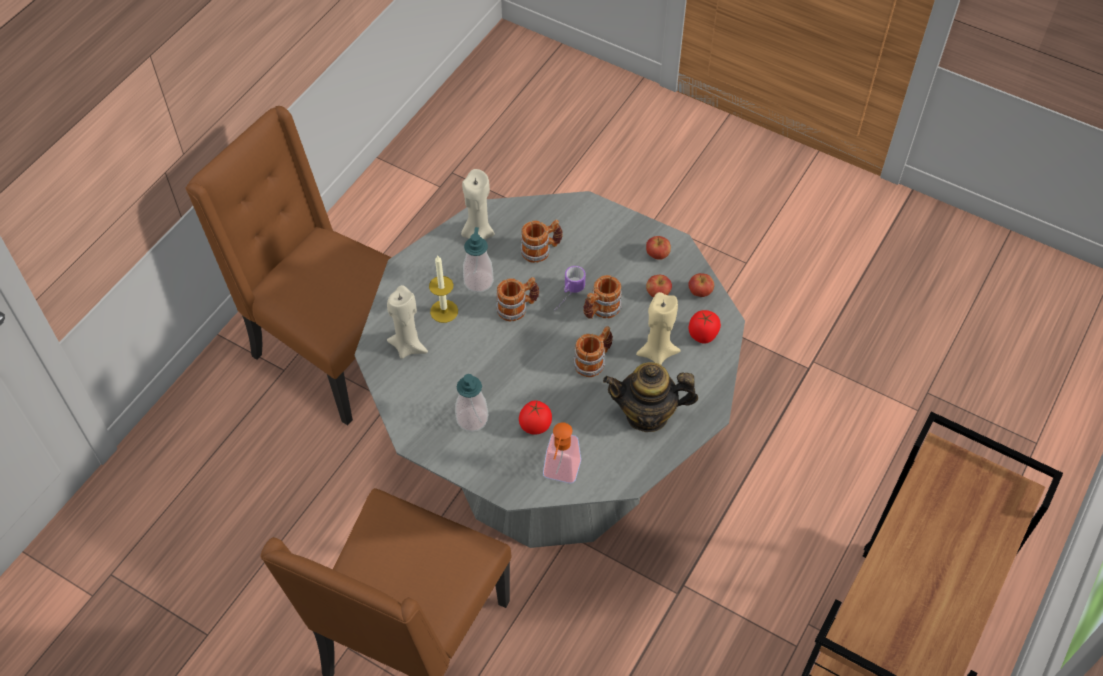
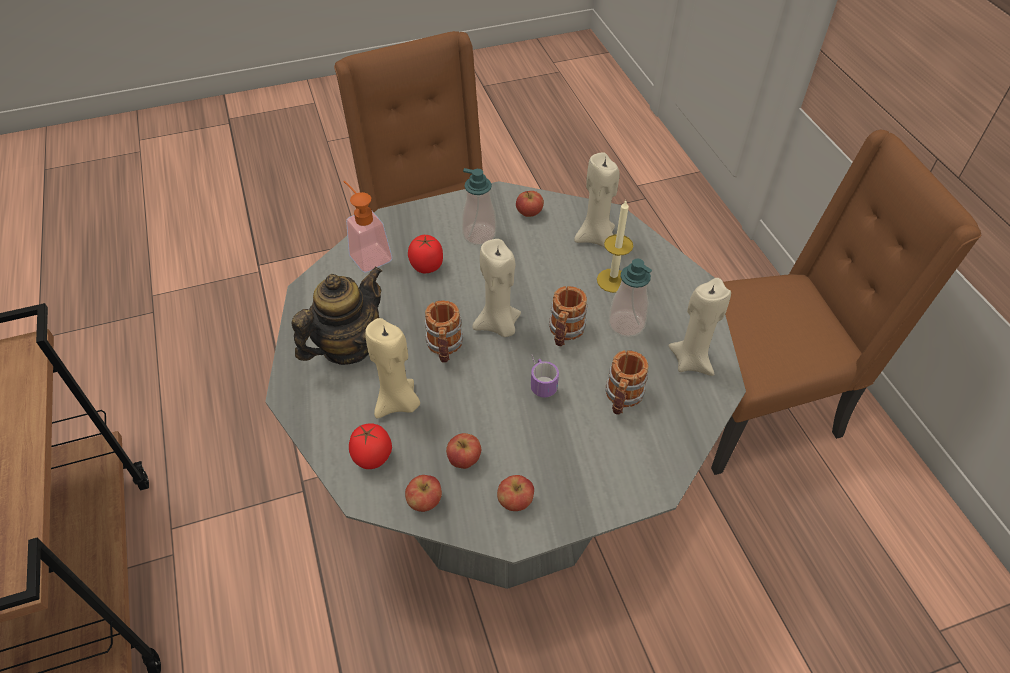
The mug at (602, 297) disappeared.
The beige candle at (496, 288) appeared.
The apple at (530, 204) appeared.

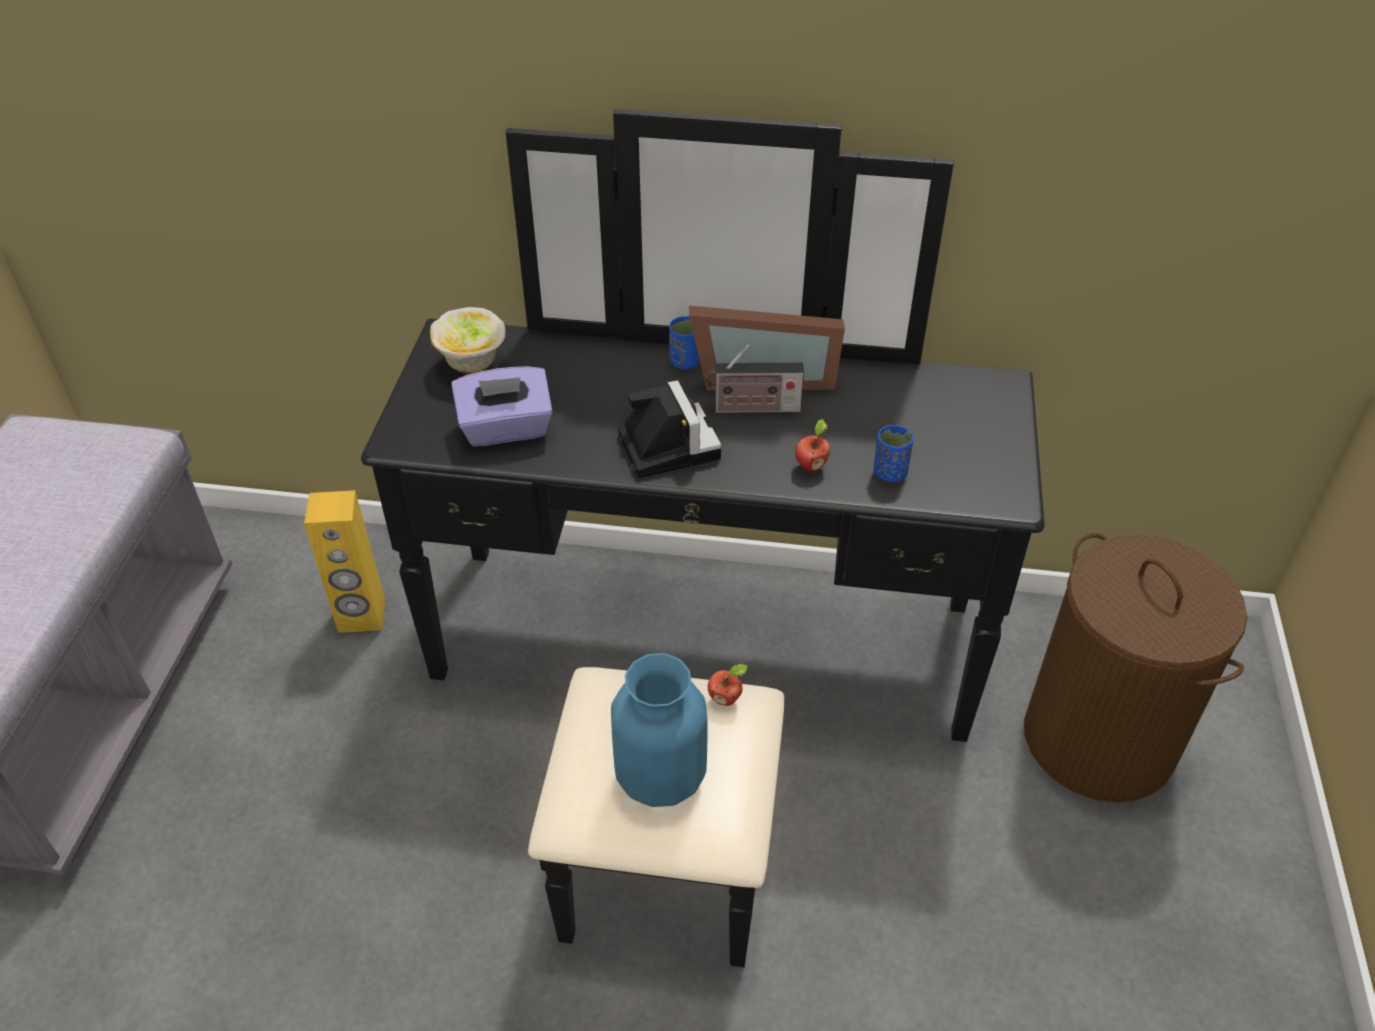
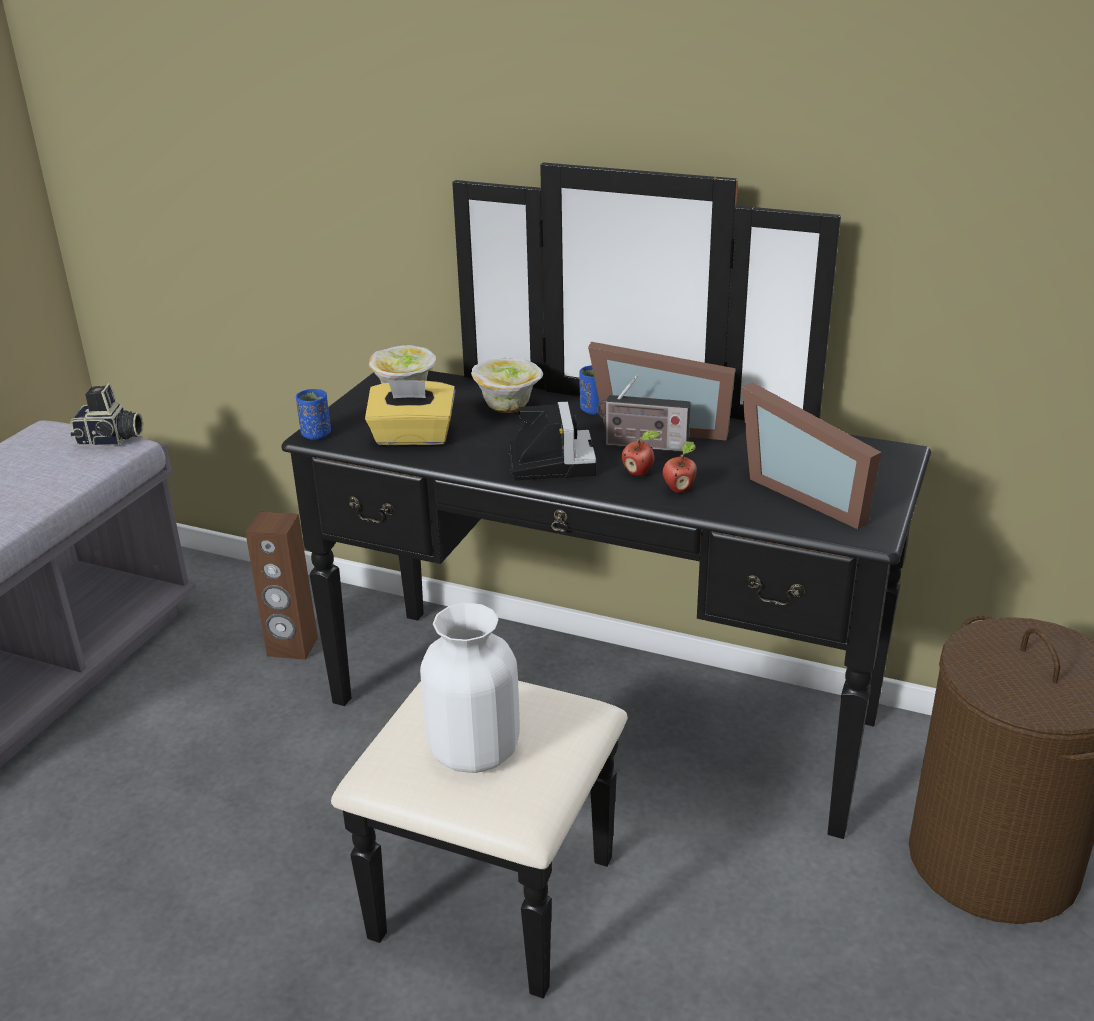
The yellow speaker at (345, 561) became the brown speaker at (281, 585).
The purple tissue box at (502, 406) became the yellow tissue box at (410, 412).
The blue vase at (659, 730) became the white vase at (470, 688).
The apple moved from (728, 685) to (641, 453).
The blue cup moved from (894, 453) to (313, 414).
The photo camera at (106, 414) appeared.
The bowl at (507, 385) appeared.
The picture frame at (811, 455) appeared.

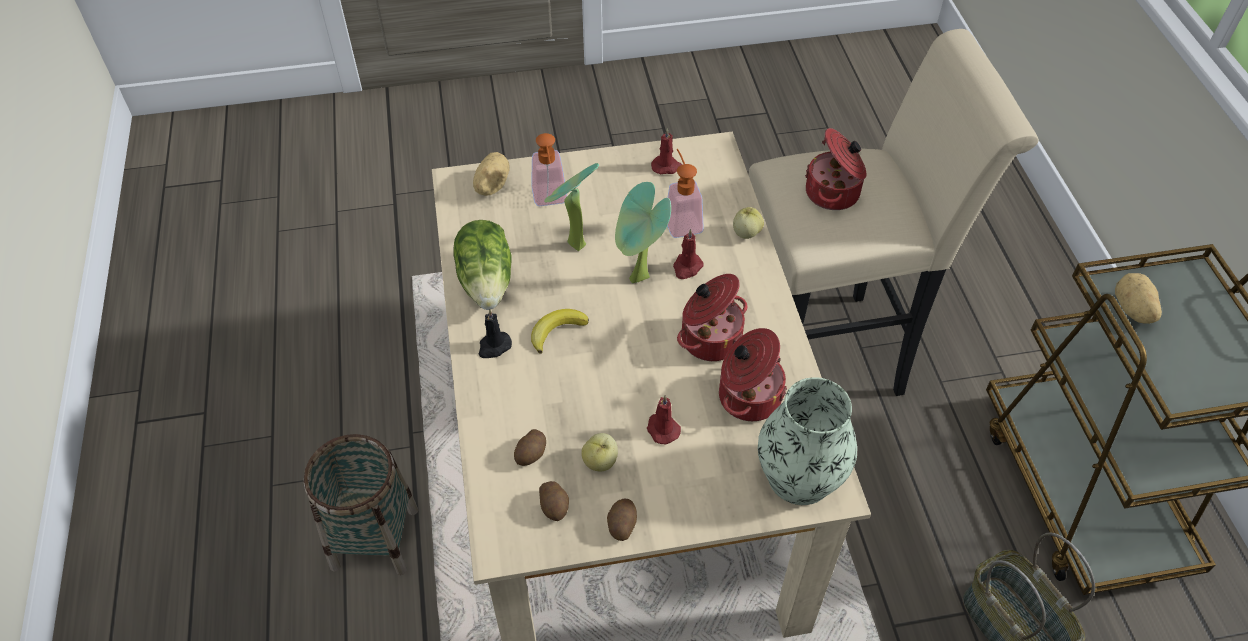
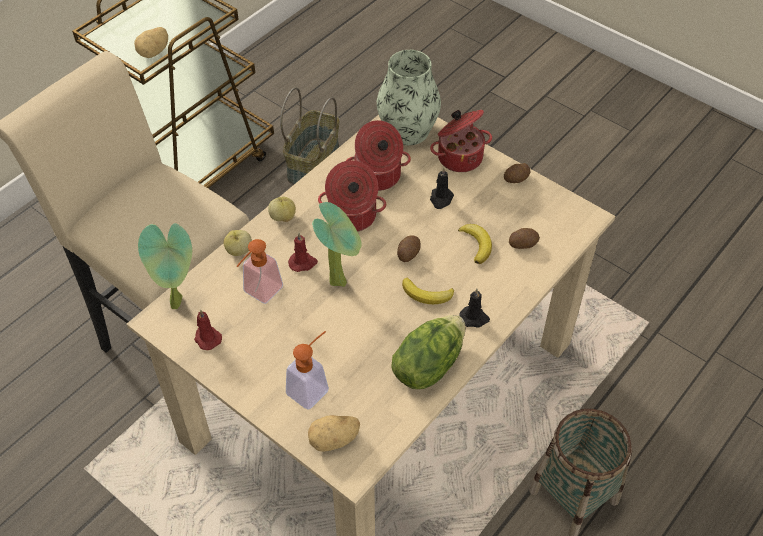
The potato moved from (554, 501) to (409, 249).
The potted plant moved from (571, 207) to (165, 266).
The apple moved from (599, 452) to (282, 209).
The red candle at (664, 419) became the black candle at (442, 188).
The cooking pot moved from (836, 169) to (461, 141).
The banana at (475, 244) appeared.

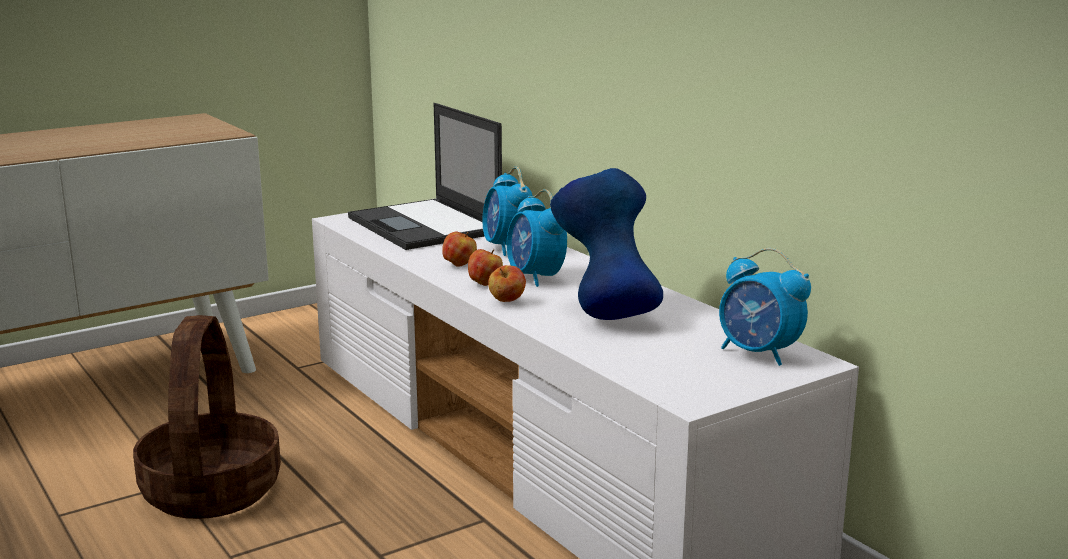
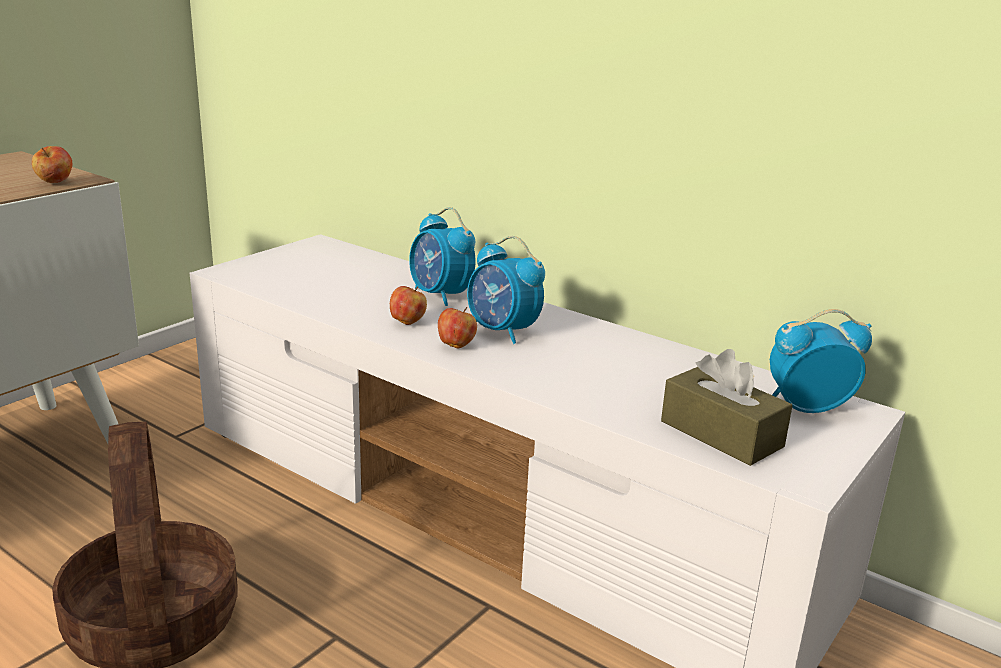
The laptop at (425, 176) disappeared.
The apple moved from (507, 283) to (52, 164).
The blue vase at (606, 244) disappeared.
The alarm clock at (765, 307) turned 150 degrees clockwise.
The brown tissue box at (727, 407) appeared.

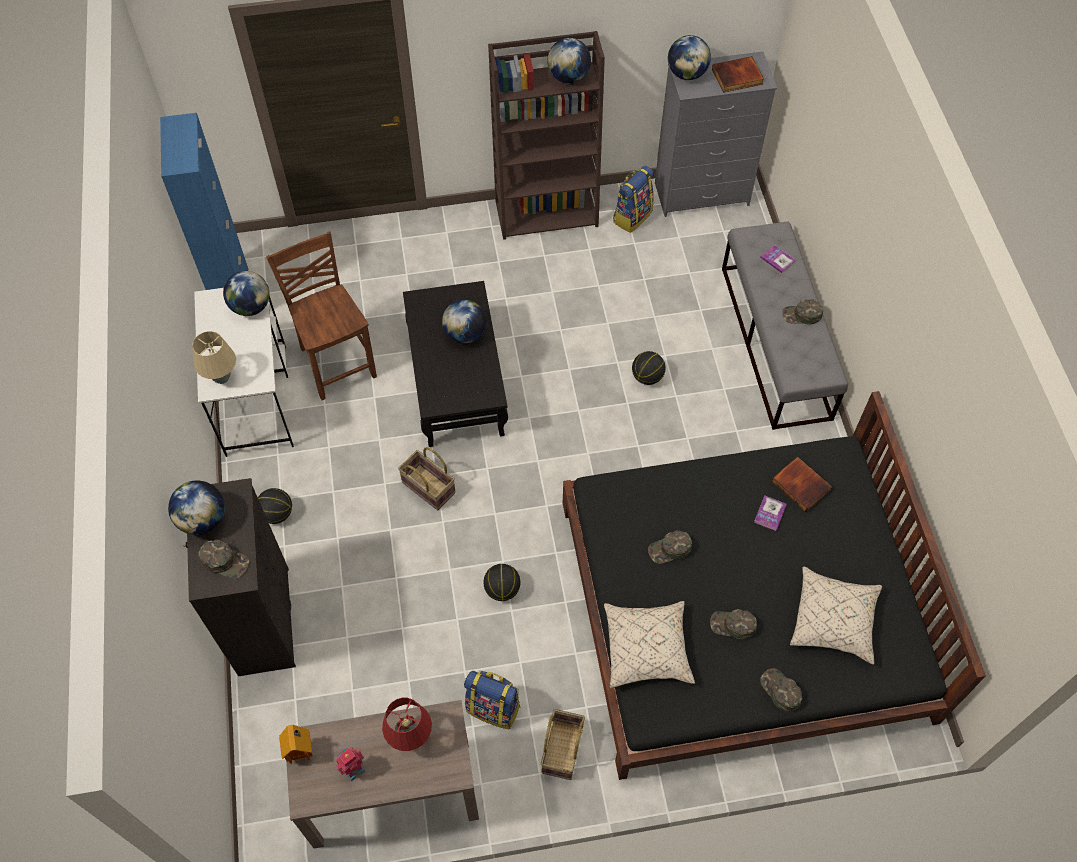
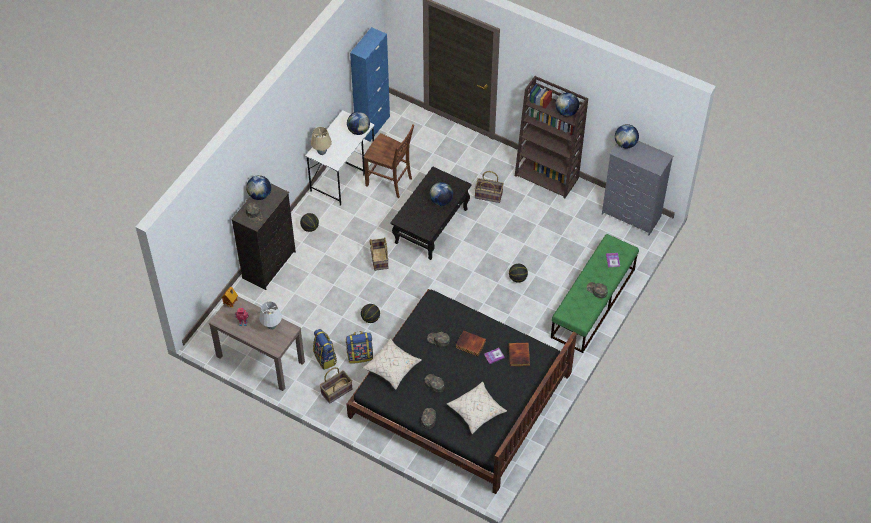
The brown chair at (321, 316) turned 105 degrees clockwise.
The red table lamp at (407, 724) became the white table lamp at (270, 315).
The backpack moved from (633, 199) to (359, 347).
The book moved from (738, 74) to (471, 343).
The grey bench at (785, 326) became the green bench at (595, 293).
The basket at (489, 187) appeared.

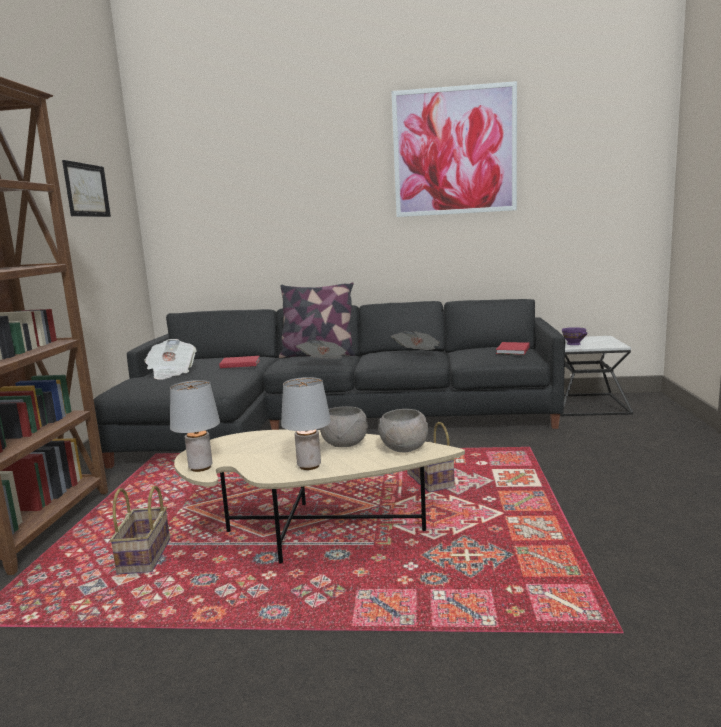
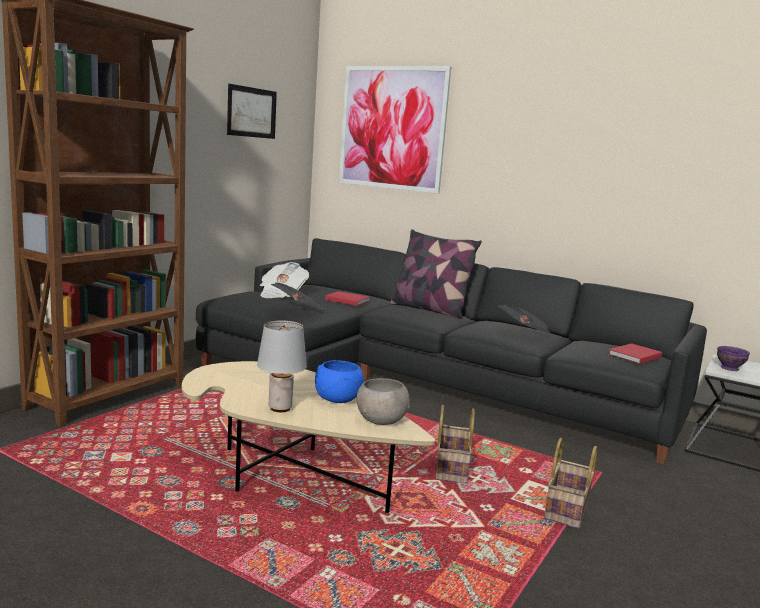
The basket moved from (140, 530) to (570, 483).
The grey table lamp at (195, 426) disappeared.
The newspaper moved from (321, 349) to (298, 296).
The grey bowl at (344, 426) became the blue bowl at (339, 381).
The picture moved from (454, 149) to (395, 130).

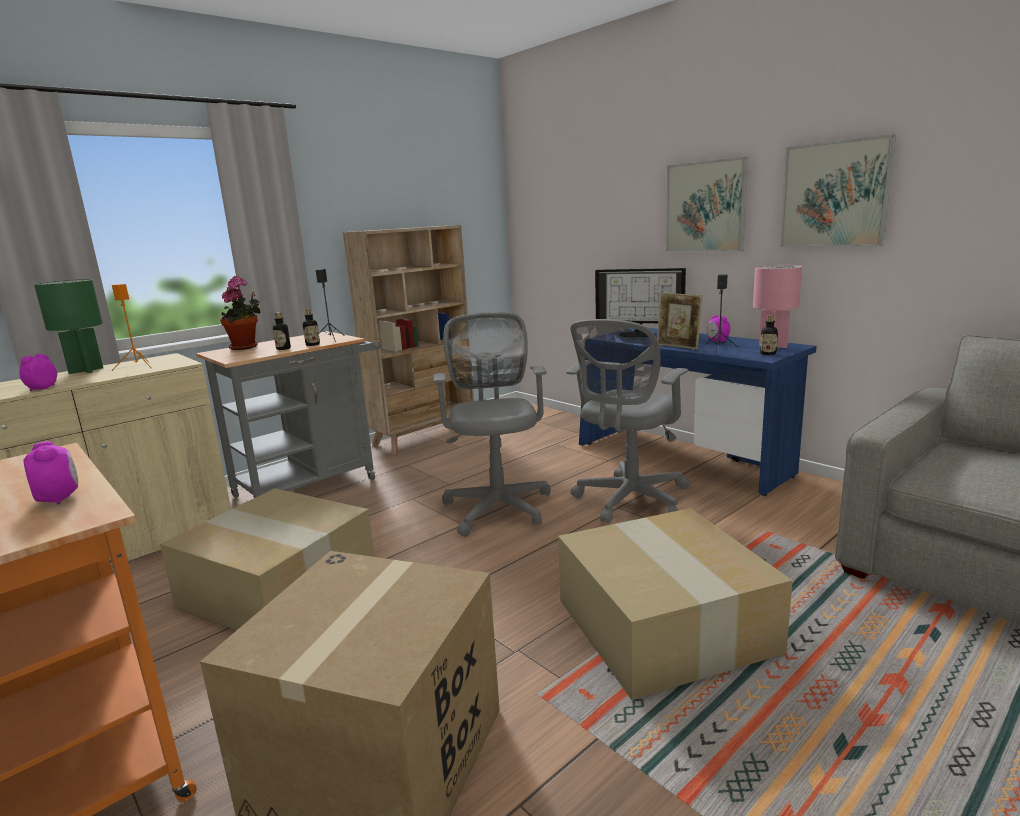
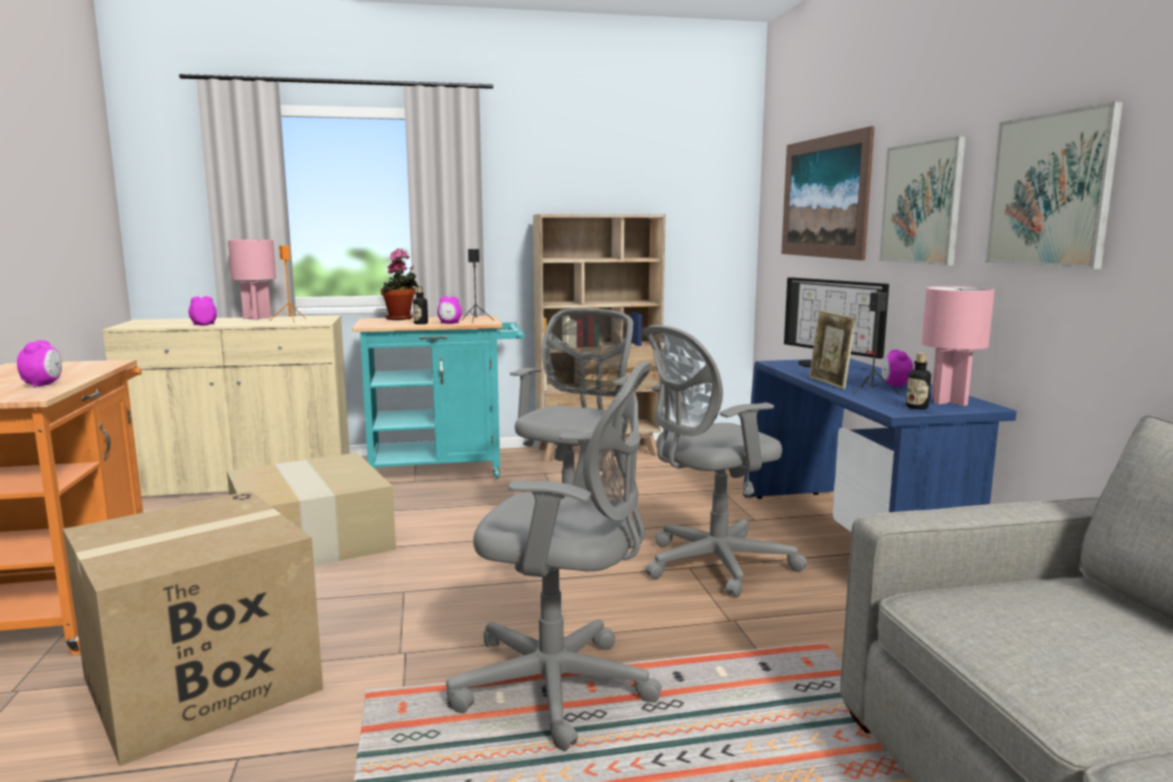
The green table lamp at (68, 326) became the pink table lamp at (252, 280).
The grey cart at (288, 414) became the turquoise cart at (438, 396).
The bottle at (311, 327) was replaced by the alarm clock at (449, 310).
The cardboard box at (675, 604) was replaced by the grey office chair at (554, 556).
The picture at (828, 193) appeared.

